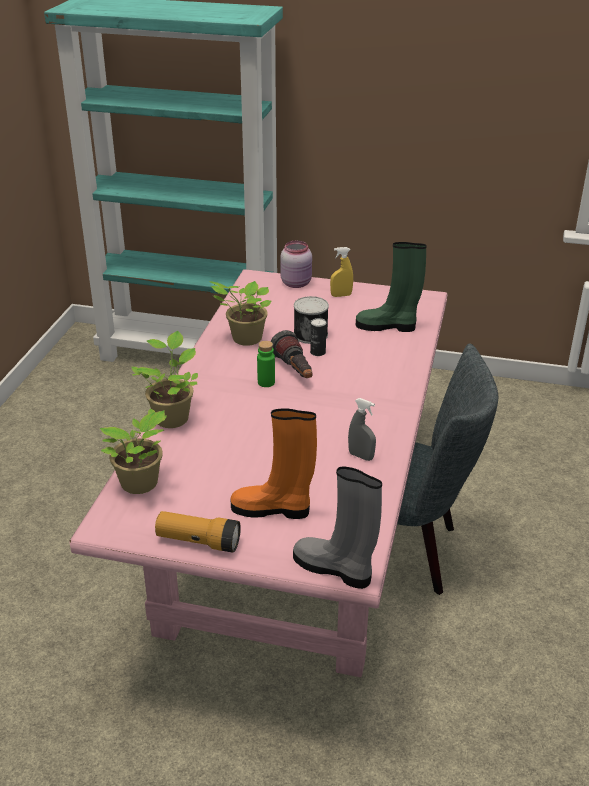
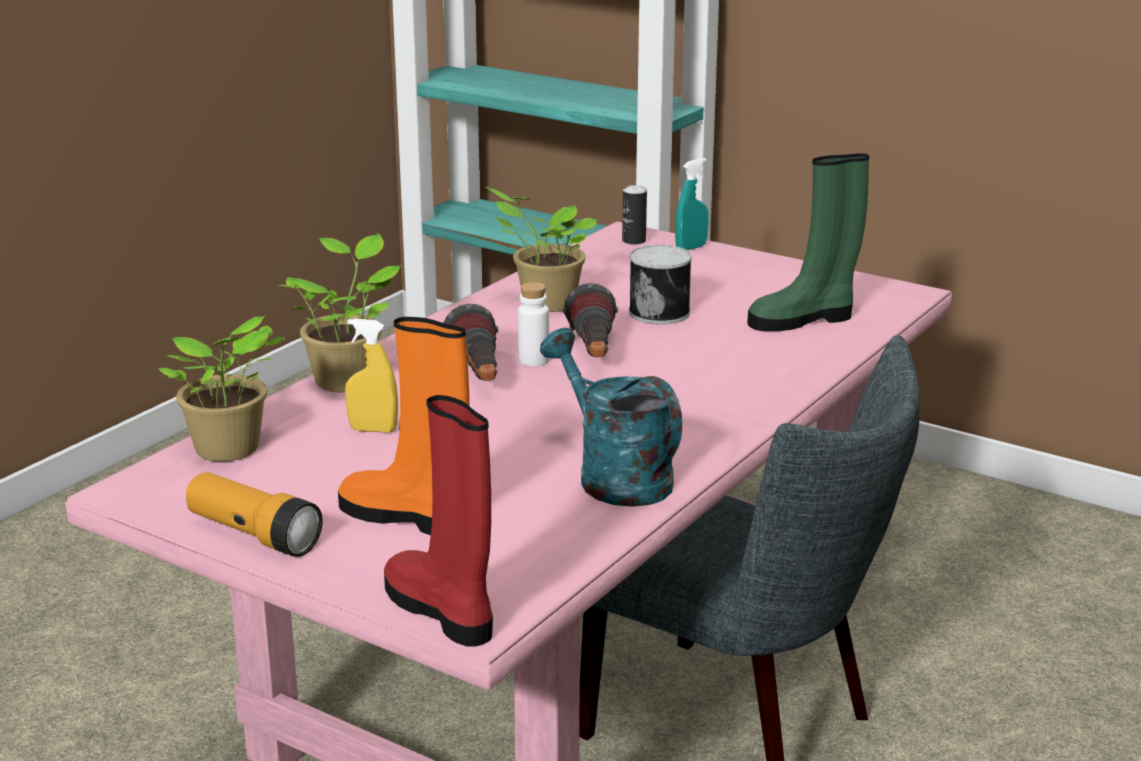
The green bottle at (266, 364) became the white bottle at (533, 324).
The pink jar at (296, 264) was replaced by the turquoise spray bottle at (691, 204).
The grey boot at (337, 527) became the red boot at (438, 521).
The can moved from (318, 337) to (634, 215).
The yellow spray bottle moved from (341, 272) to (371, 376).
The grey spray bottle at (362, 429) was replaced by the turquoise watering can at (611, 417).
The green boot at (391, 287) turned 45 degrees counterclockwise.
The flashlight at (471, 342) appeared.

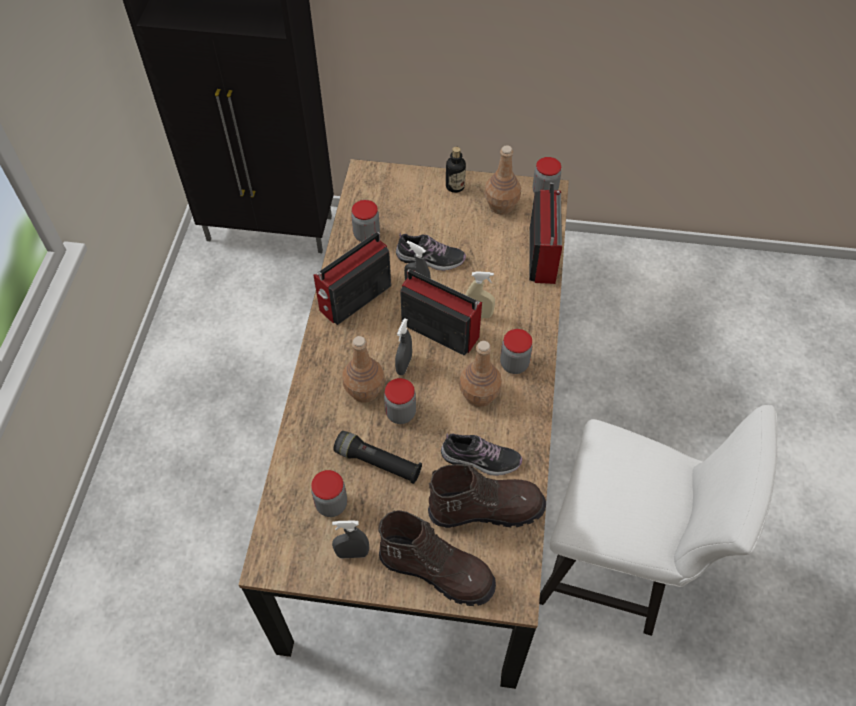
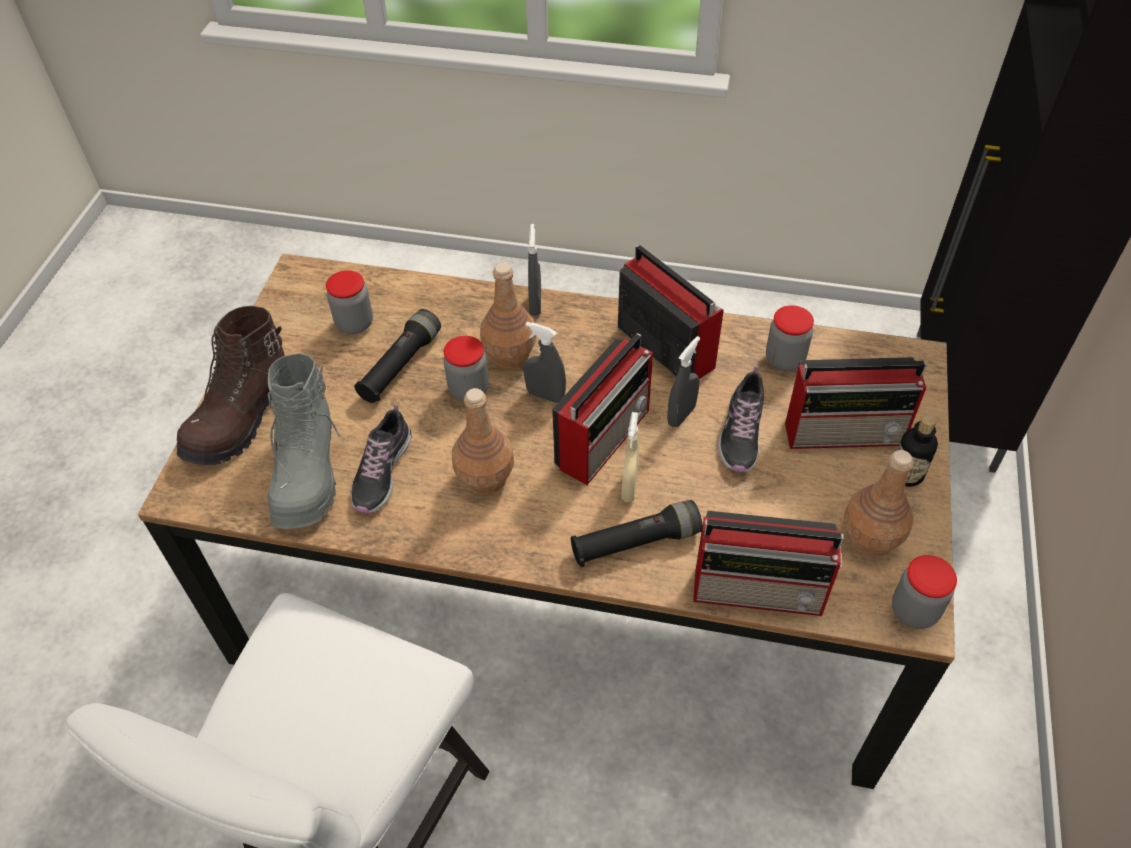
The grey spray bottle moved from (350, 539) to (535, 270).
The brown boot at (487, 496) became the grey boot at (304, 441).
The jar at (516, 351) disappeared.
The black flashlight at (636, 533) appeared.
The radio at (856, 403) appeared.

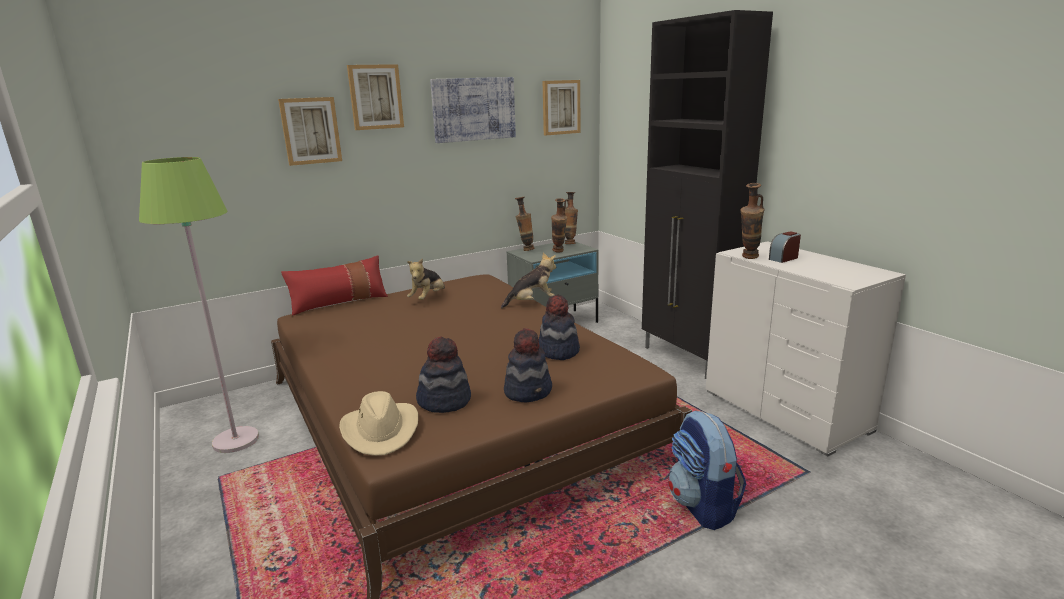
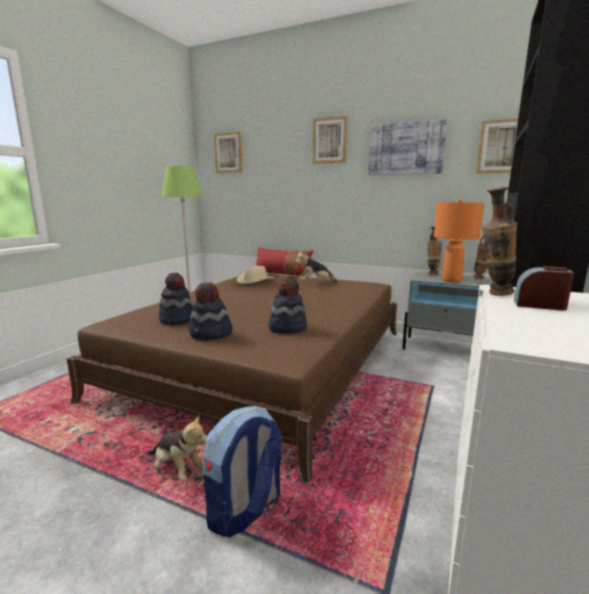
The picture moved from (310, 131) to (228, 152).
The beige hat moved from (378, 423) to (255, 275).
The plush toy moved from (528, 280) to (177, 447).
The vase at (559, 225) was replaced by the orange table lamp at (459, 241).

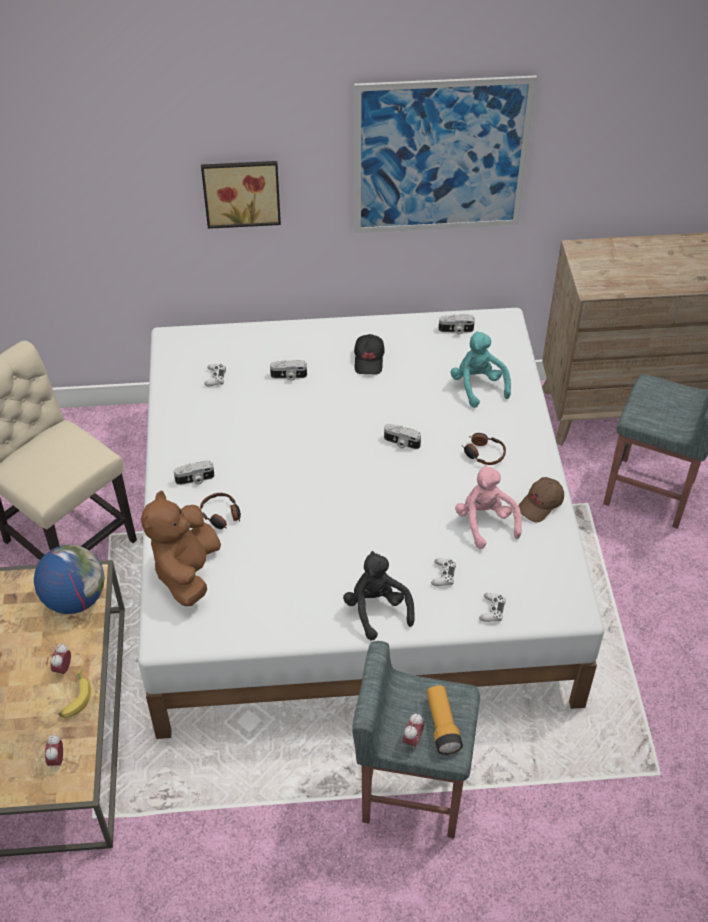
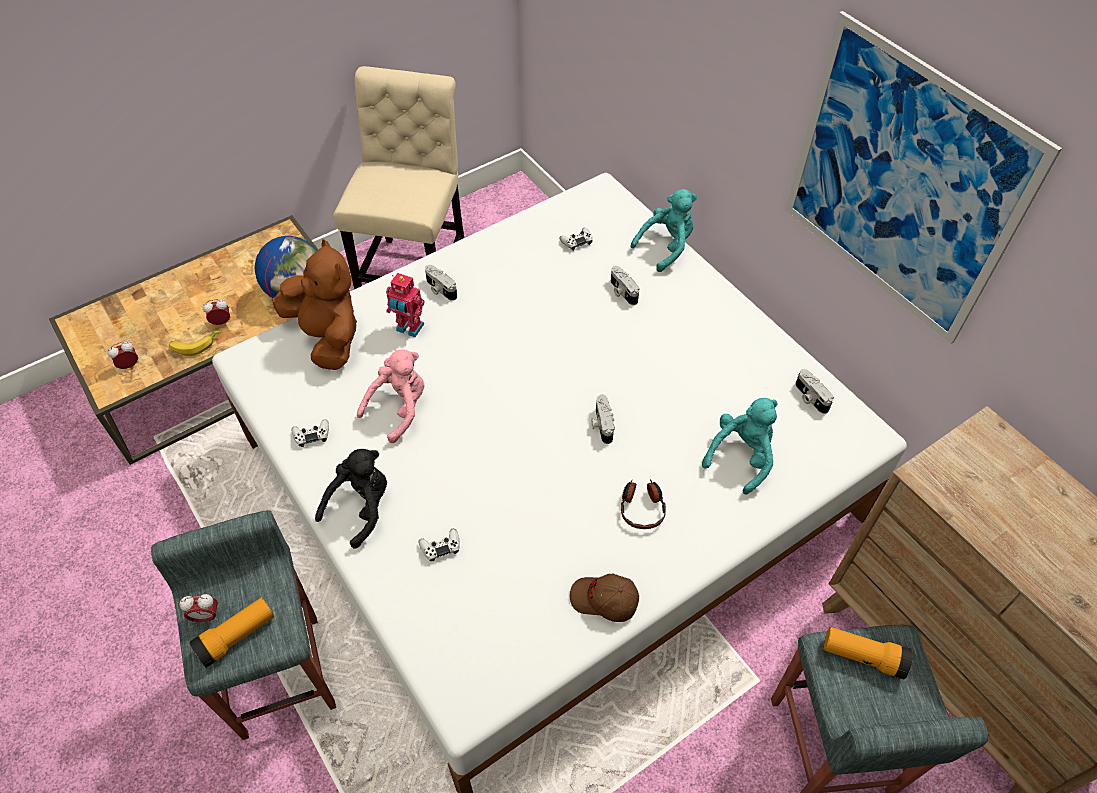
The brown plush toy at (181, 548) turned 75 degrees clockwise.
The headphones at (220, 511) was replaced by the toy robot at (405, 305).
The picture at (241, 195) disappeared.
The black cap at (369, 354) disappeared.
The pink plush toy moved from (488, 507) to (390, 396).
The white game controller moved from (492, 607) to (310, 433).
The turquoise plush toy at (663, 230) appeared.
The flashlight at (868, 653) appeared.

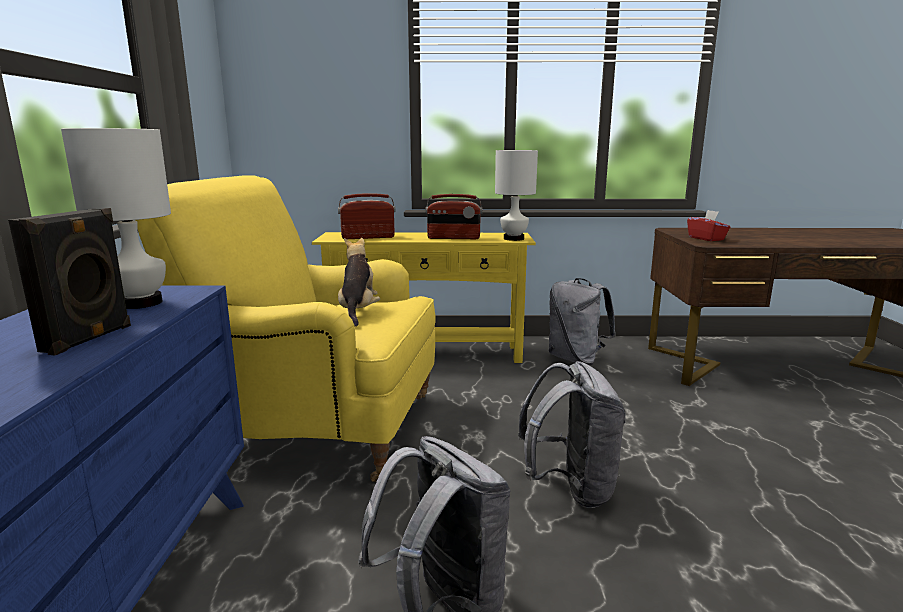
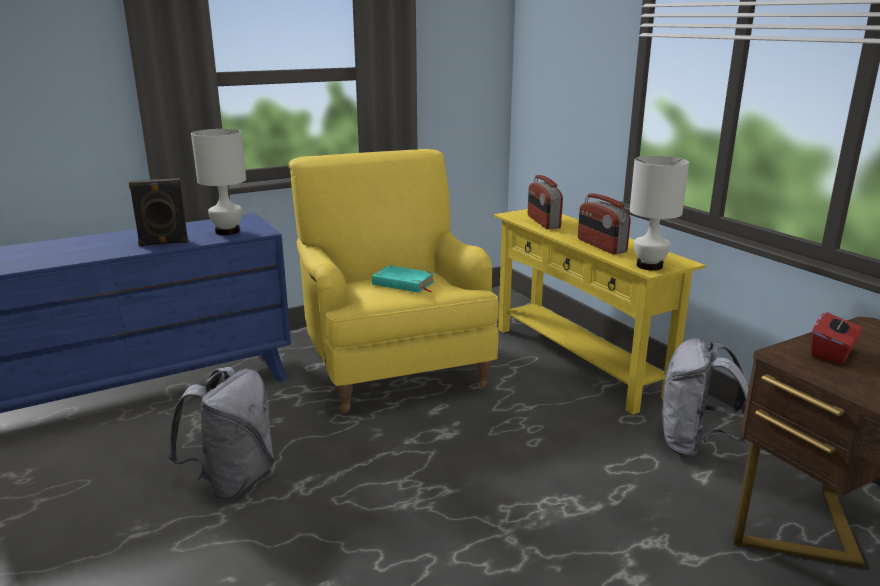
The radio at (367, 216) turned 150 degrees counterclockwise.
The plush toy at (359, 282) was replaced by the turquoise book at (403, 279).
The grey backpack at (572, 434) disappeared.

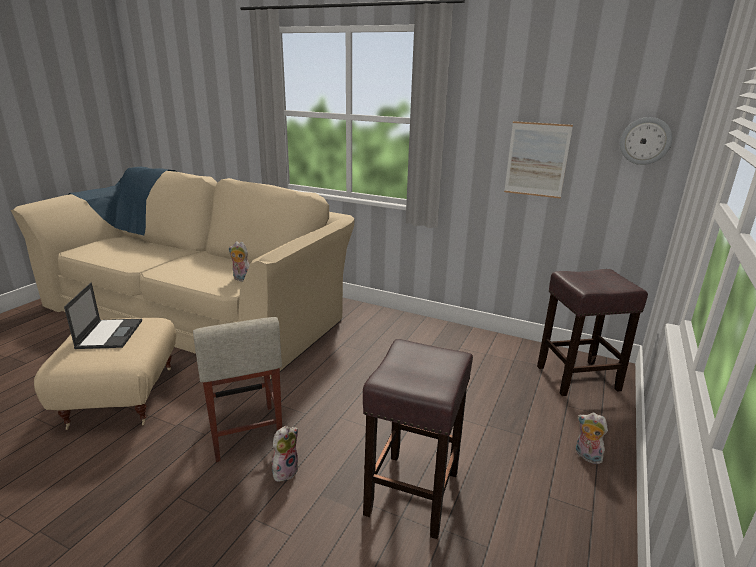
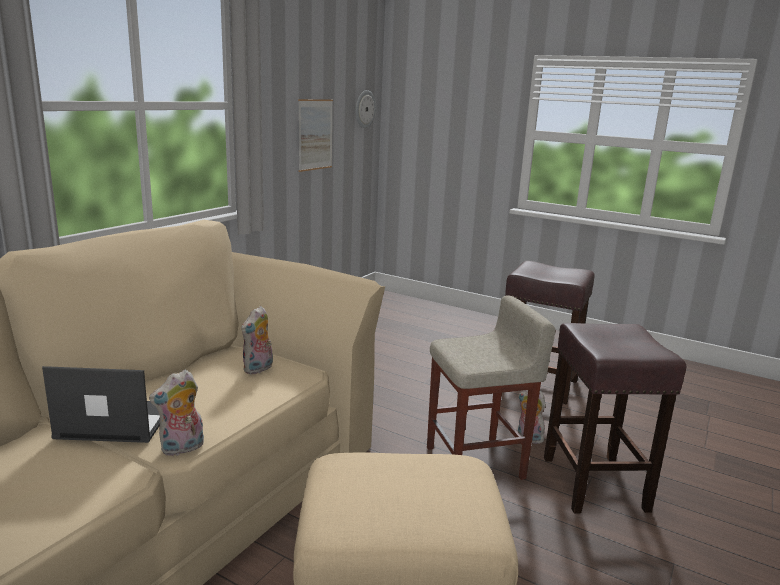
The laptop moved from (103, 315) to (101, 404).
The brown stool moved from (592, 332) to (615, 418).
The plush toy moved from (592, 438) to (176, 413).

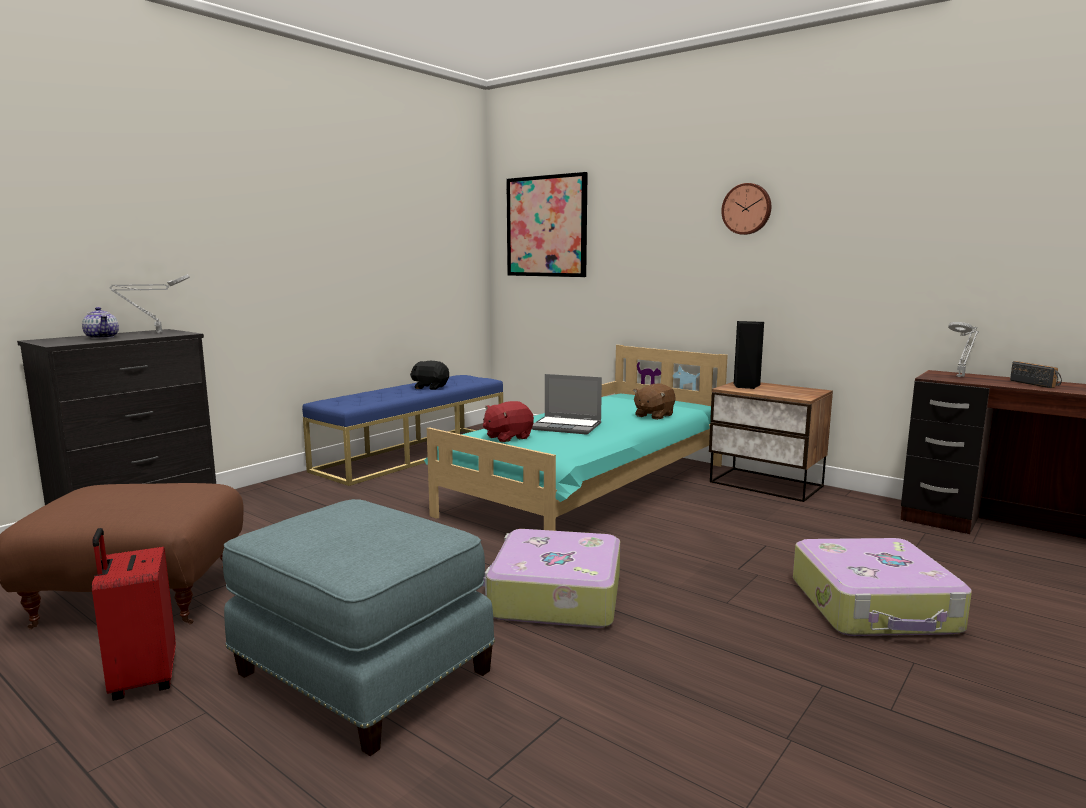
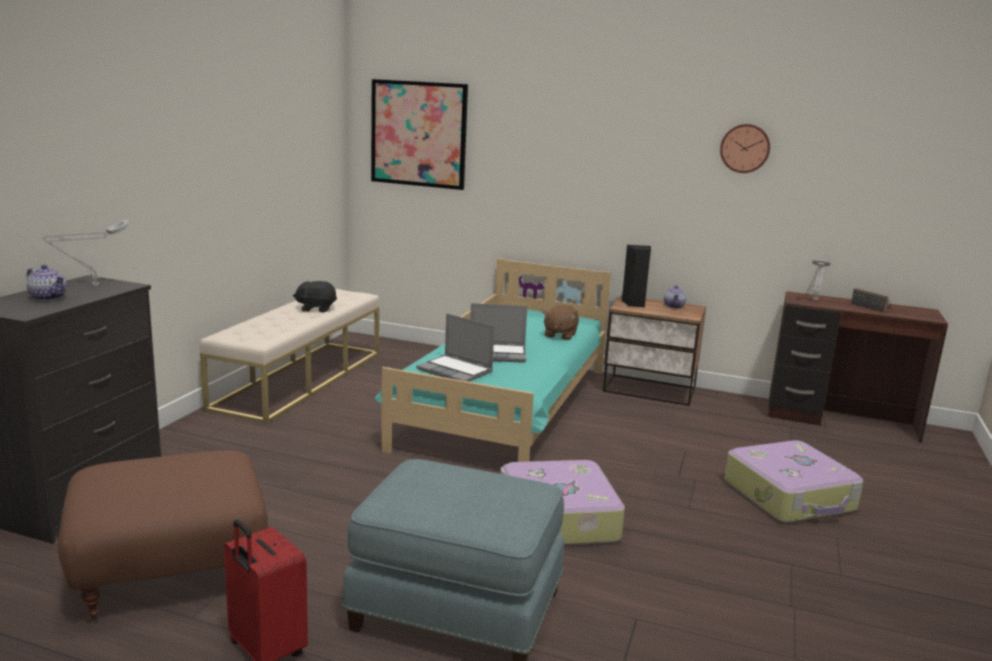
The blue bench at (402, 430) became the beige bench at (289, 356).
The red plush toy at (508, 421) was replaced by the laptop at (455, 347).
The wall clock moved from (746, 209) to (745, 148).
The teapot at (675, 296) appeared.

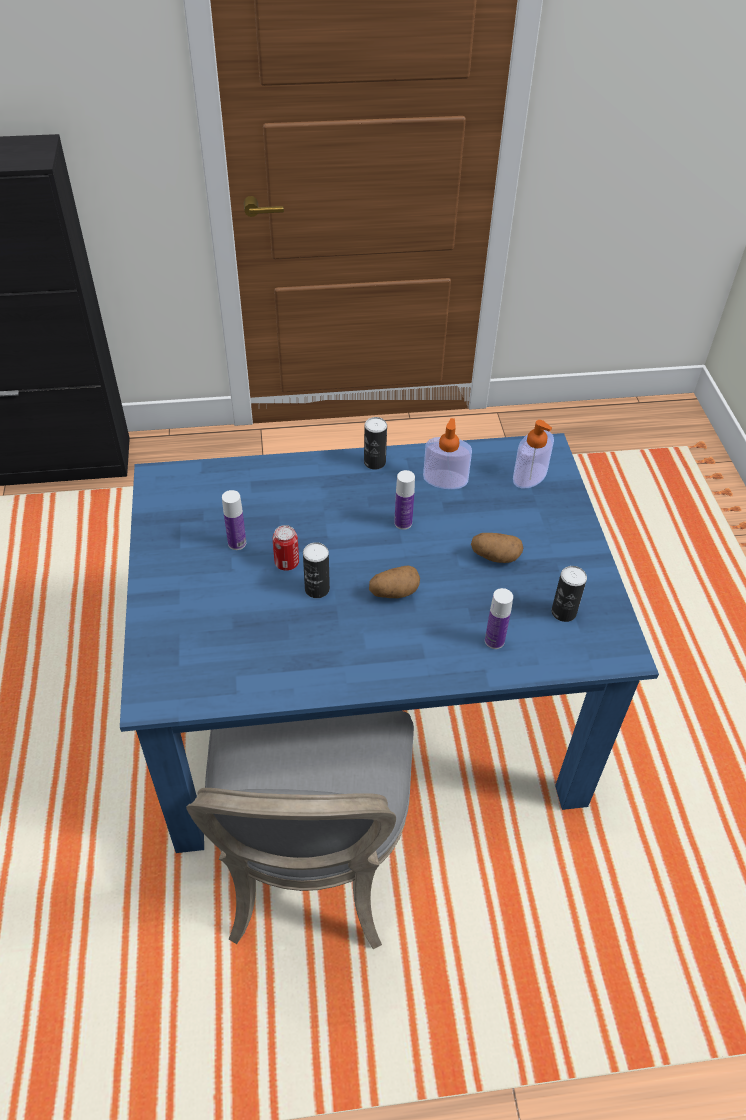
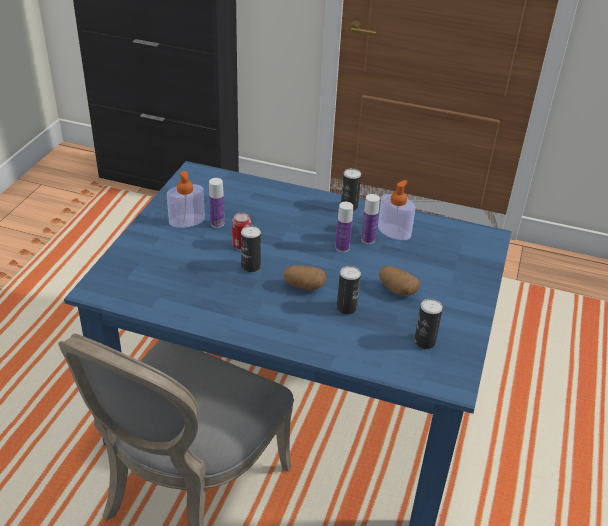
The bottle moved from (499, 618) to (370, 219).
The soap dispenser moved from (533, 454) to (186, 199).
The can at (349, 290) appeared.

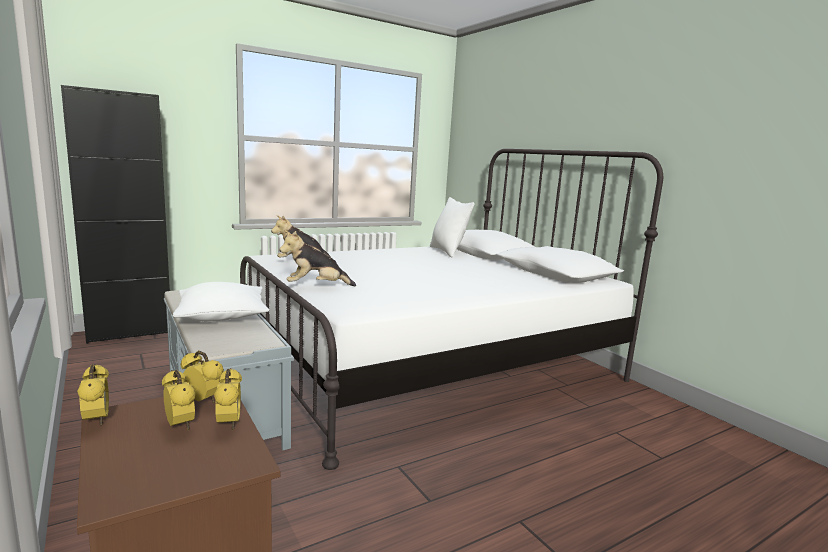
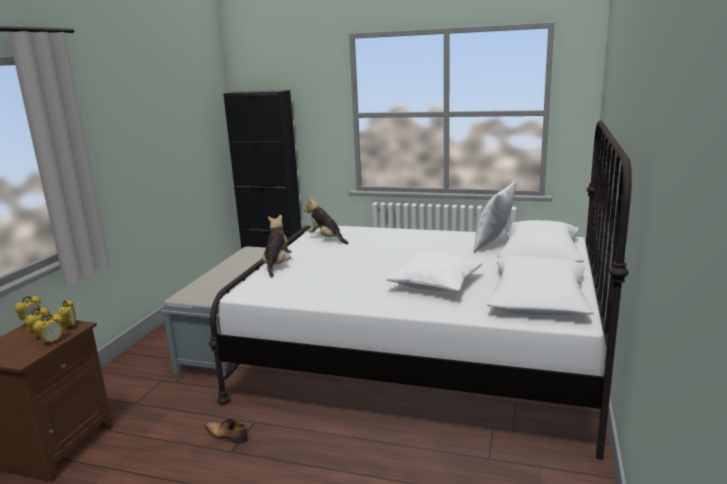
The white pillow moved from (221, 301) to (434, 271).
The plush toy at (317, 258) turned 60 degrees clockwise.
The shoe at (226, 431) appeared.

